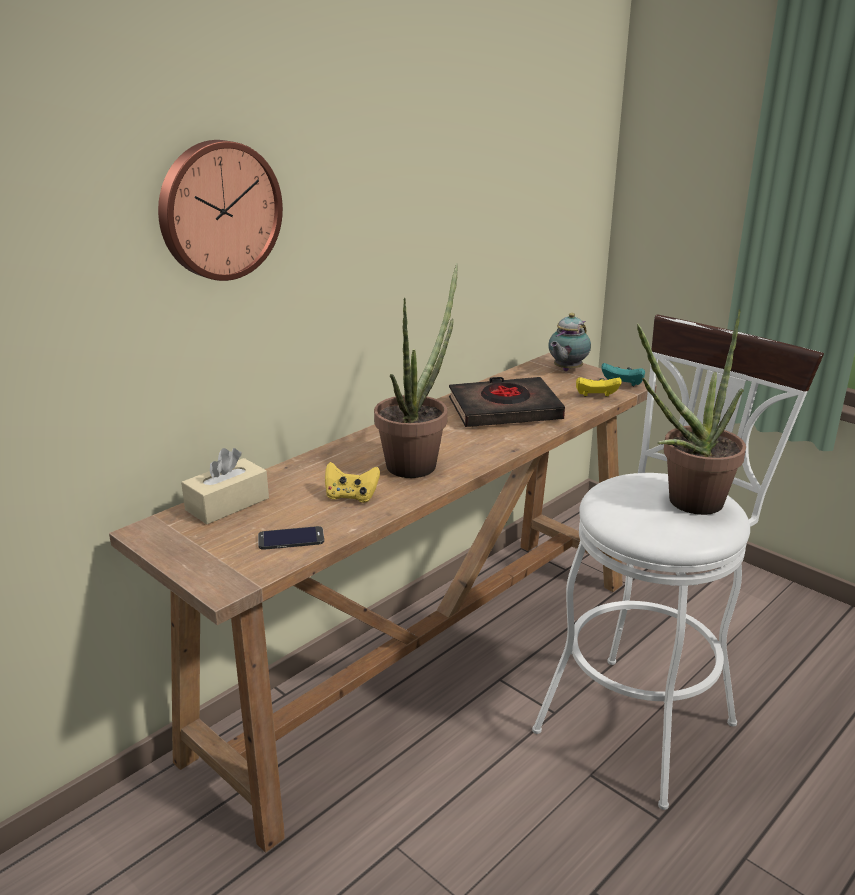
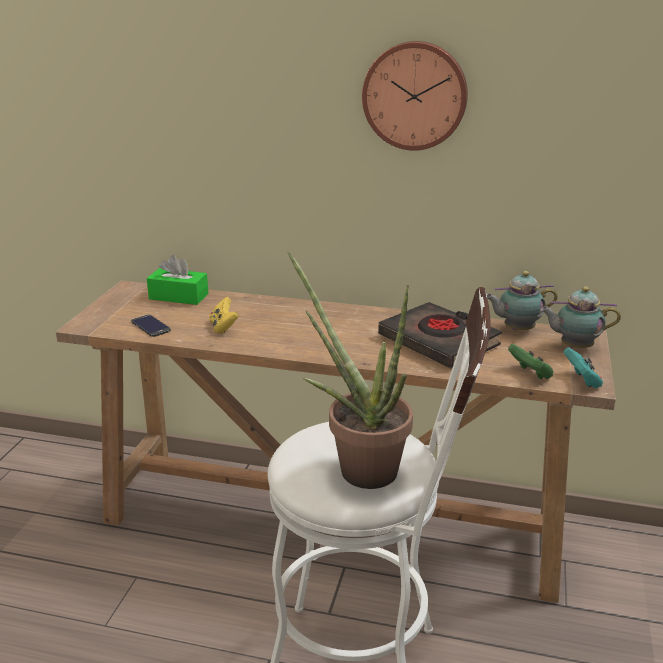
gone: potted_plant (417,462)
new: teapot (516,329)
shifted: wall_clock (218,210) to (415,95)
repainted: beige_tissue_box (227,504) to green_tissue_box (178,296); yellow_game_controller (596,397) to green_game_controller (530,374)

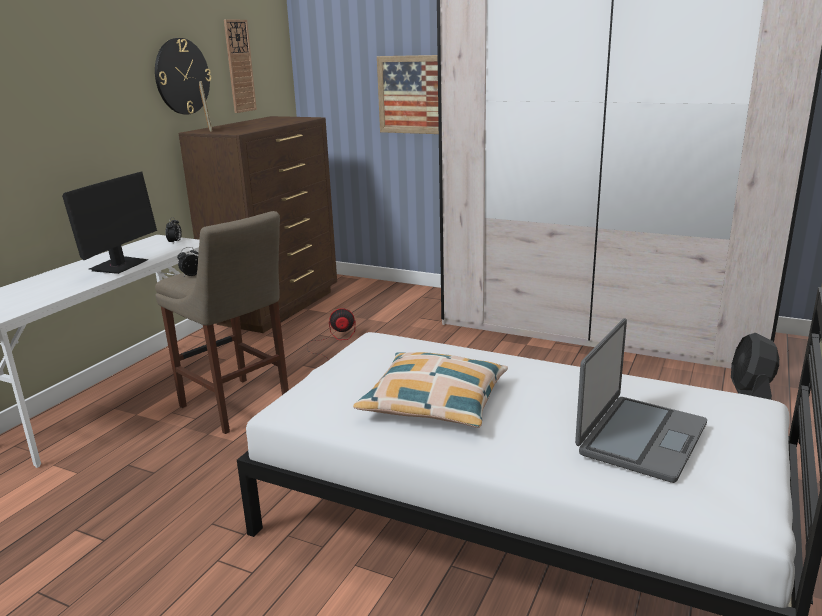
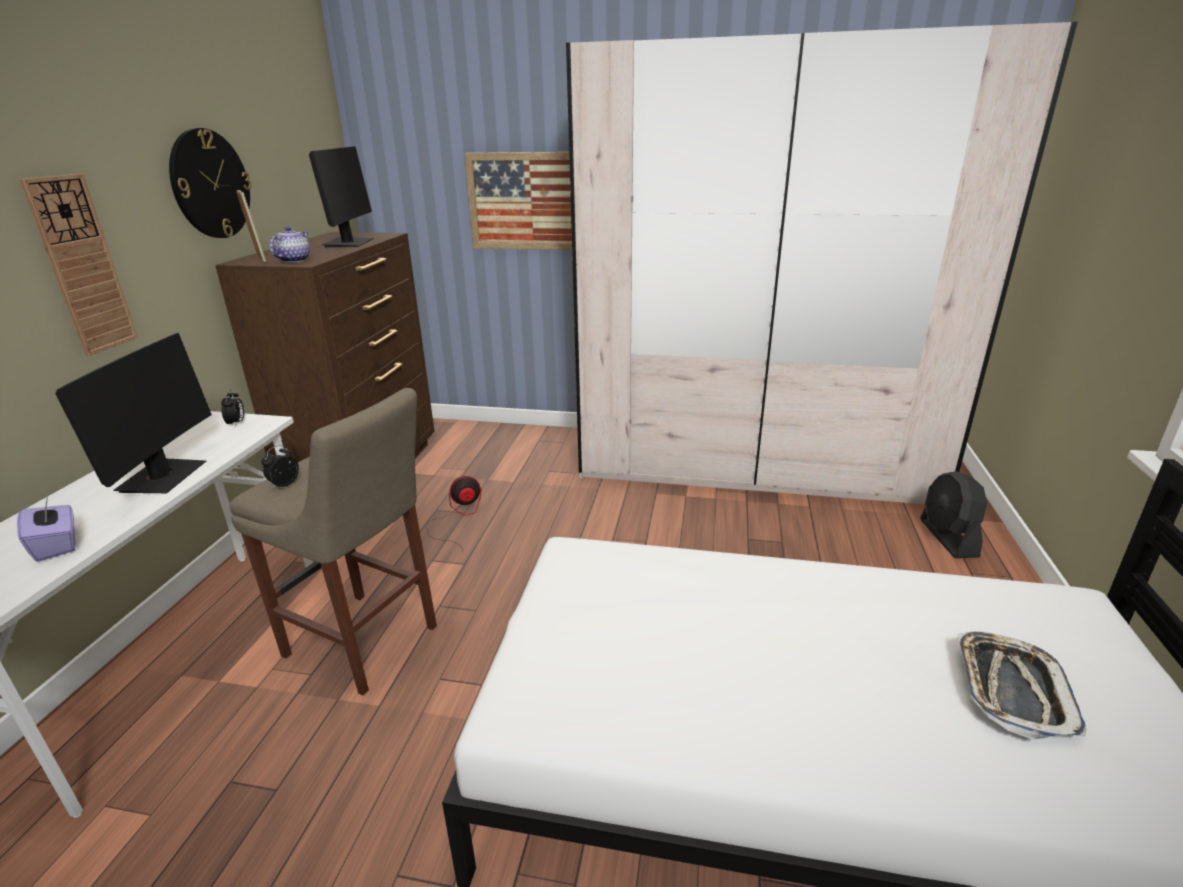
gone: pillow (434,402)
new: purple_tissue_box (57,545); teapot (294,260); monitor (349,243)
shifted: wall_clock (239,66) to (82,266)
swapped: laptop (640,438) to tray (1011,689)

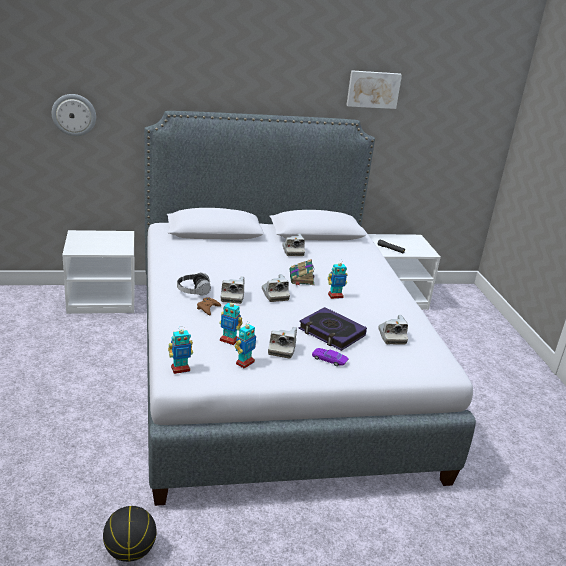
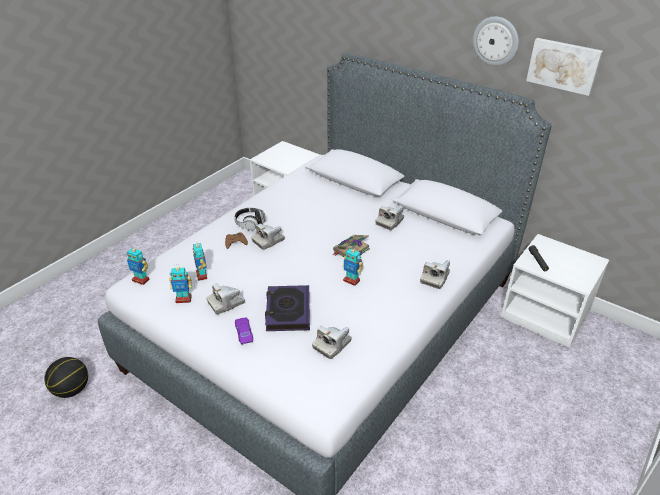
shifted: photo_camera (275,295) to (434,278); wall_clock (74,115) to (495,41)

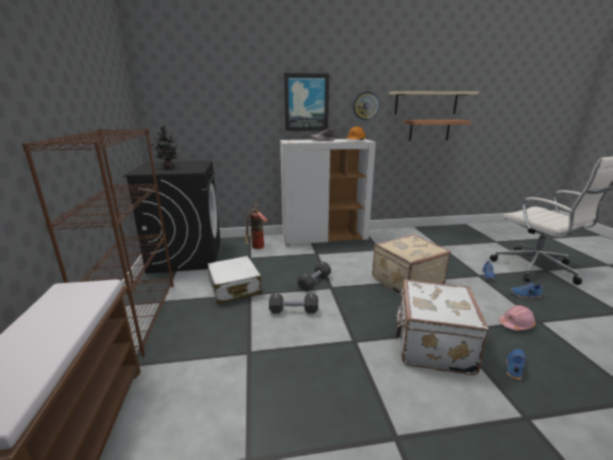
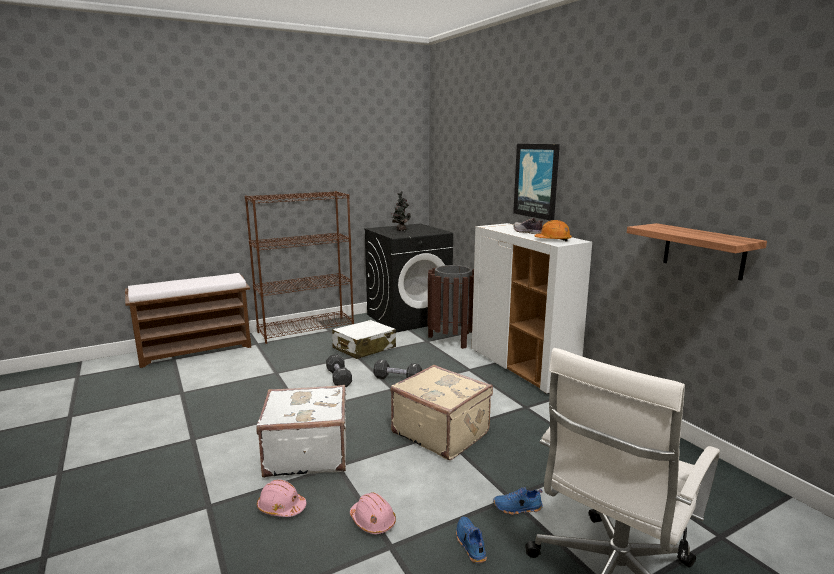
gone: wall_clock (365,106); beige_shelf (426,103)
swapped: blue_shoe (514,367) to pink_hard_hat (281,507); fire_extinguisher (257,248) to brown_trash_can (452,339)

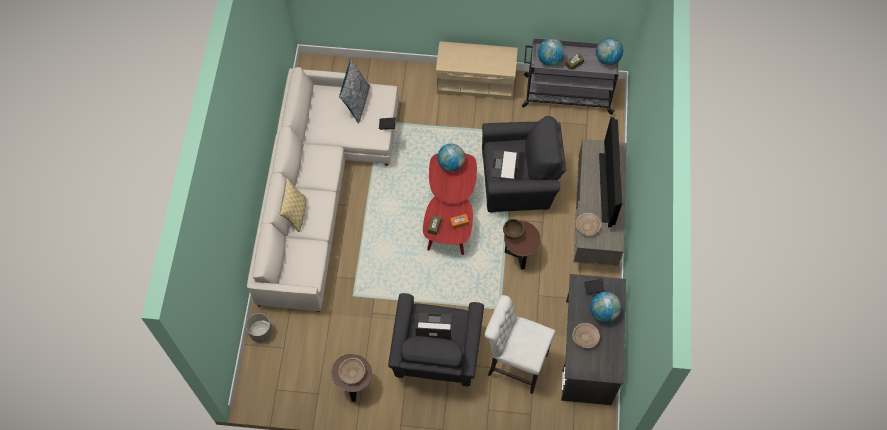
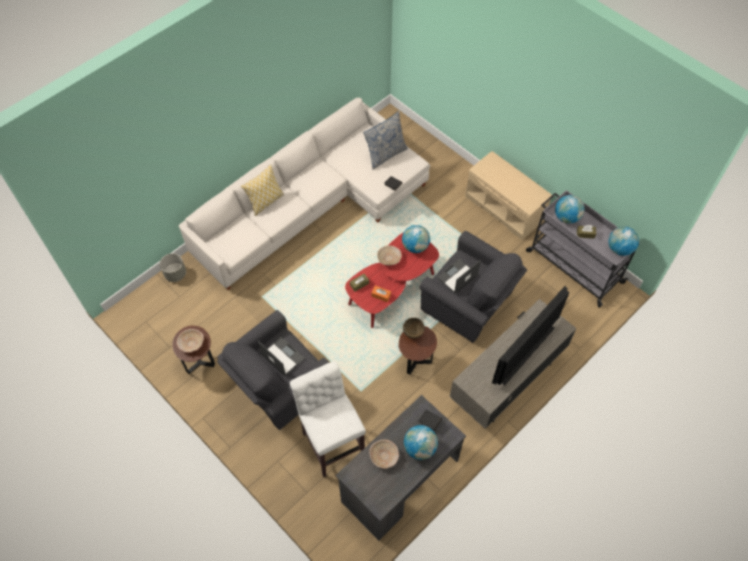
shifted: beige_bowl (587,226) to (389,259)

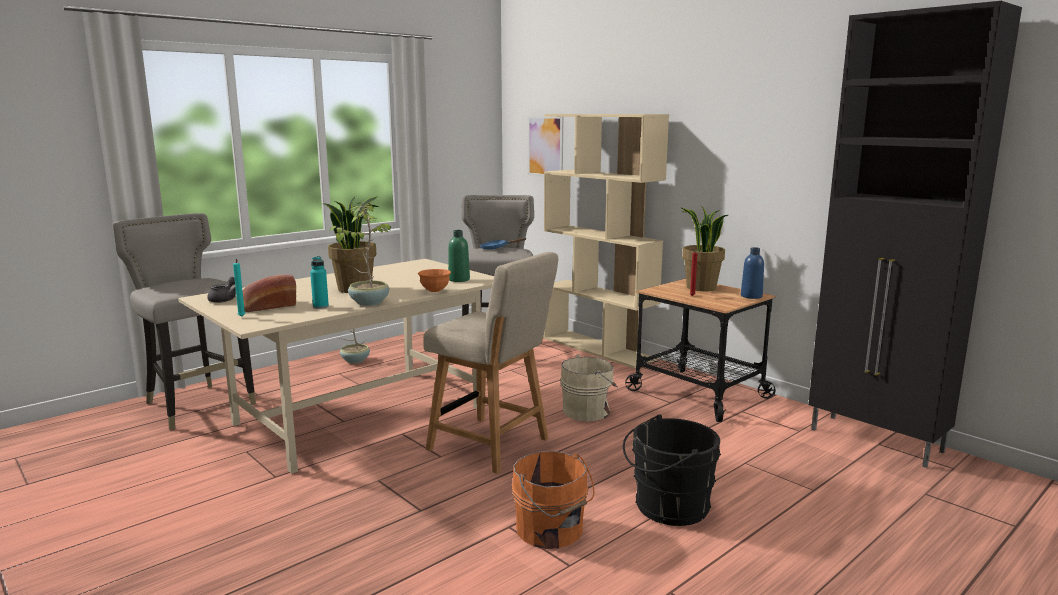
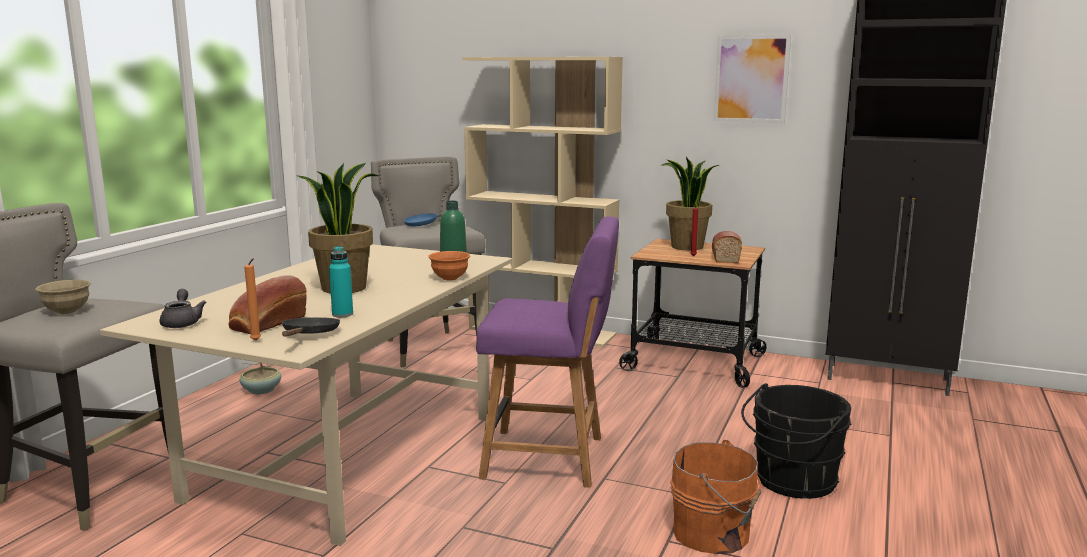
gone: potted_plant (368,302); beige_bucket (588,411); blue_bottle (751,296)
new: beige_bowl (67,311); black_frying_pan (309,335); bread (725,257)
shifted: picture (545,146) to (751,79)
repainted: turquoise_candle (241,317) to orange_candle (256,341); beige_chair (493,445) to purple_chair (550,458)

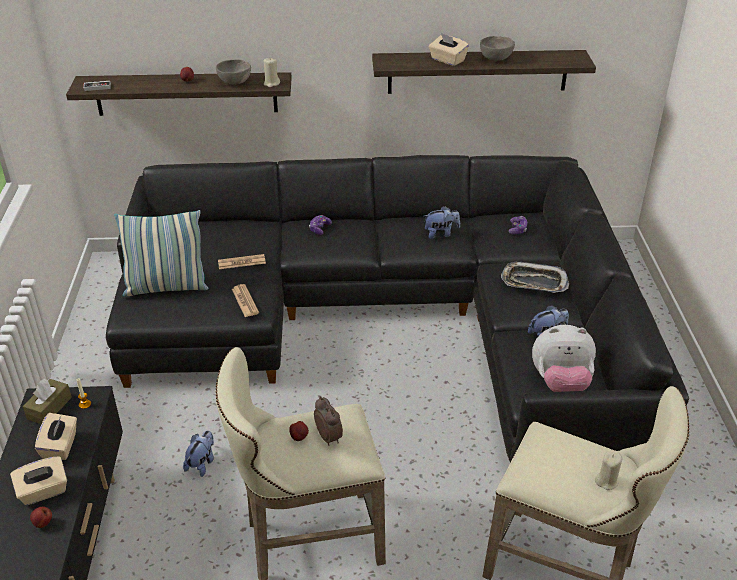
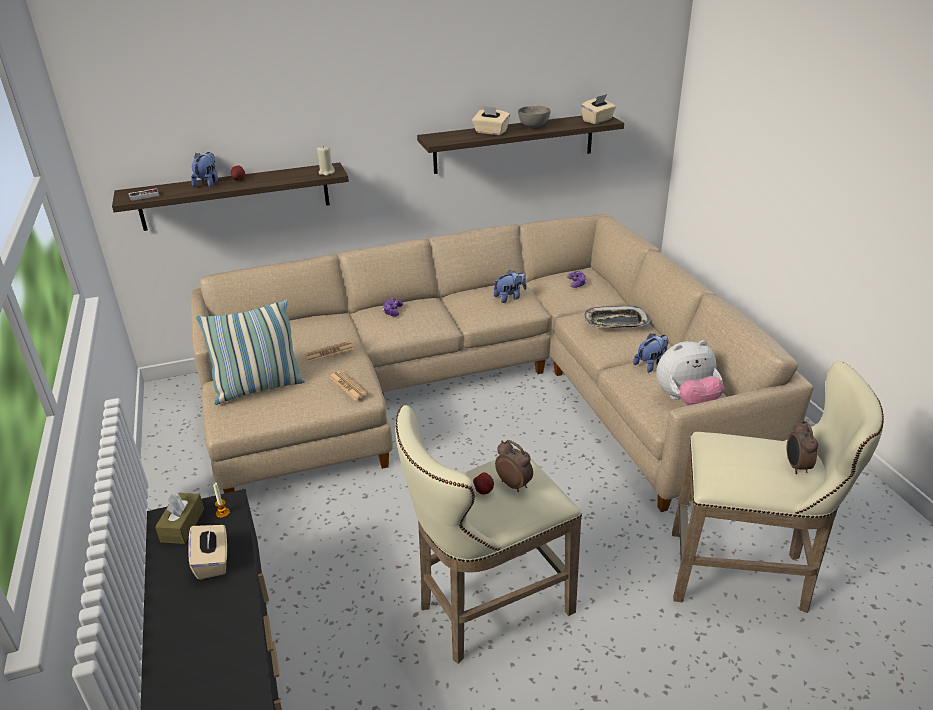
gone: apple (43,523); grey_bowl (235,83)
shifted: plush_toy (202,463) to (208,183); beige_tissue_box (43,491) to (597,120)
swapped: beige_candle (606,481) to alarm_clock (796,466)
repainted: black_sofa (393,321) to beige_sofa (478,390)

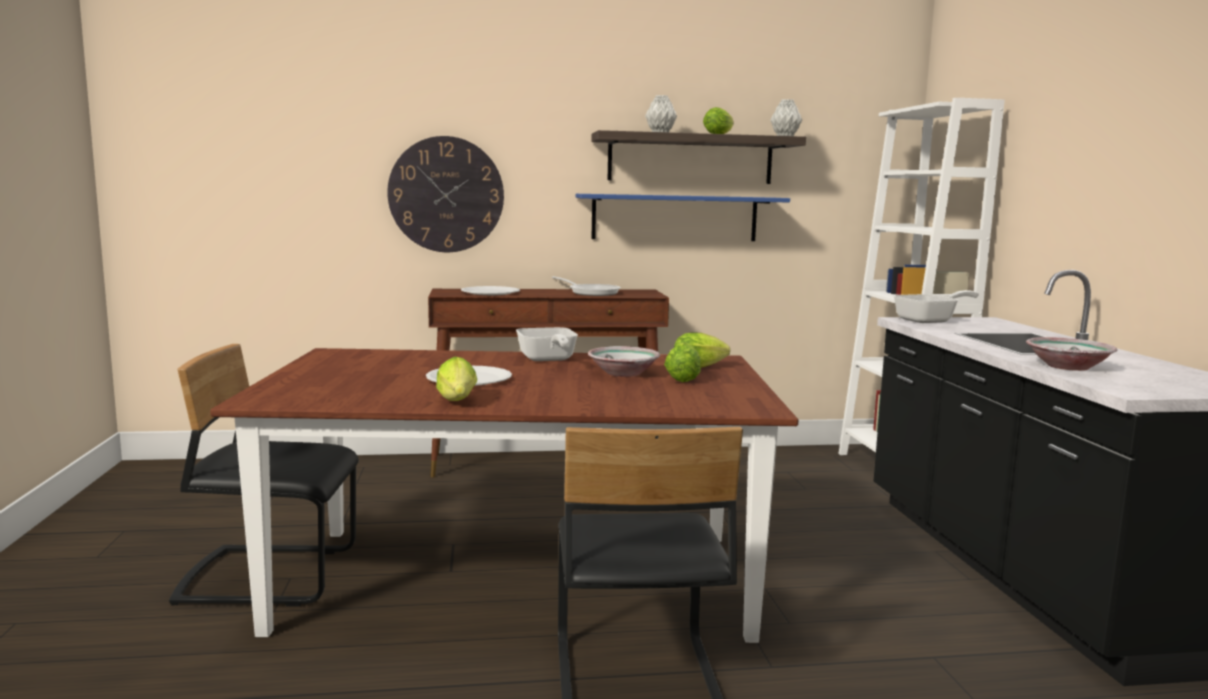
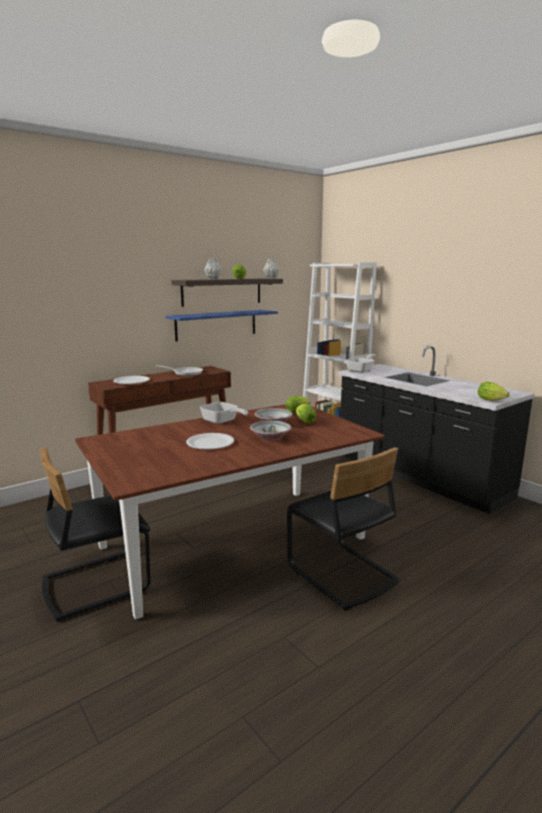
gone: wall_clock (446,194)
shifted: bowl (1067,367) to (270,438); lettuce (457,402) to (492,401)

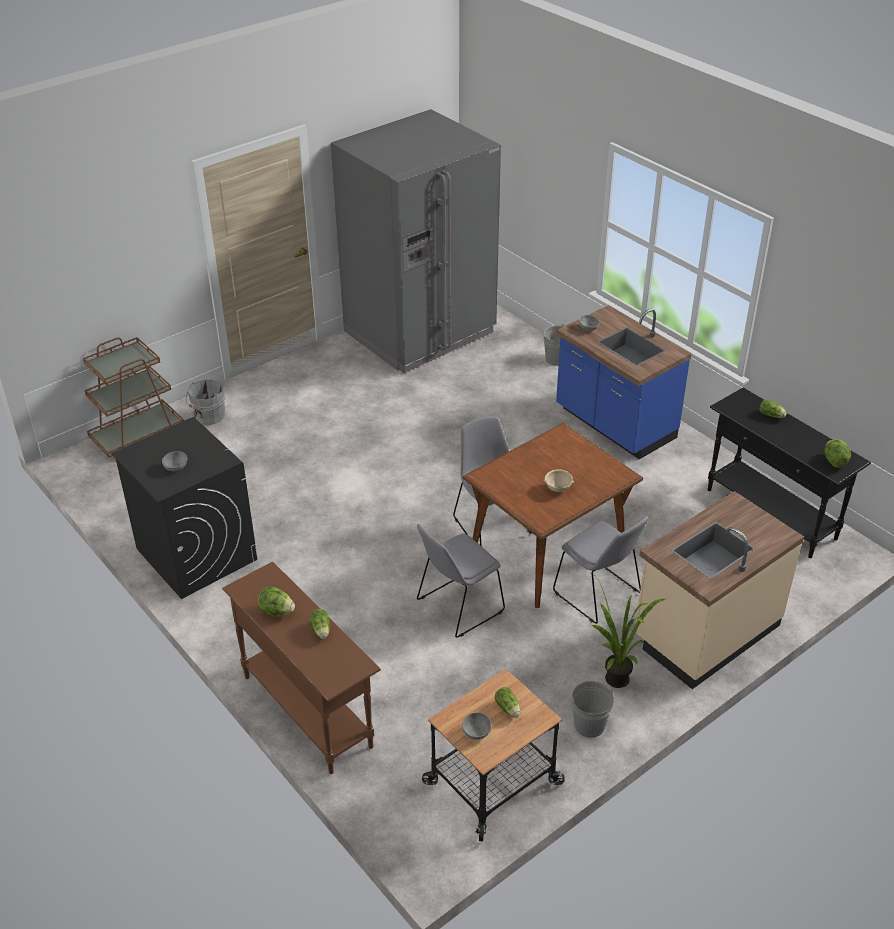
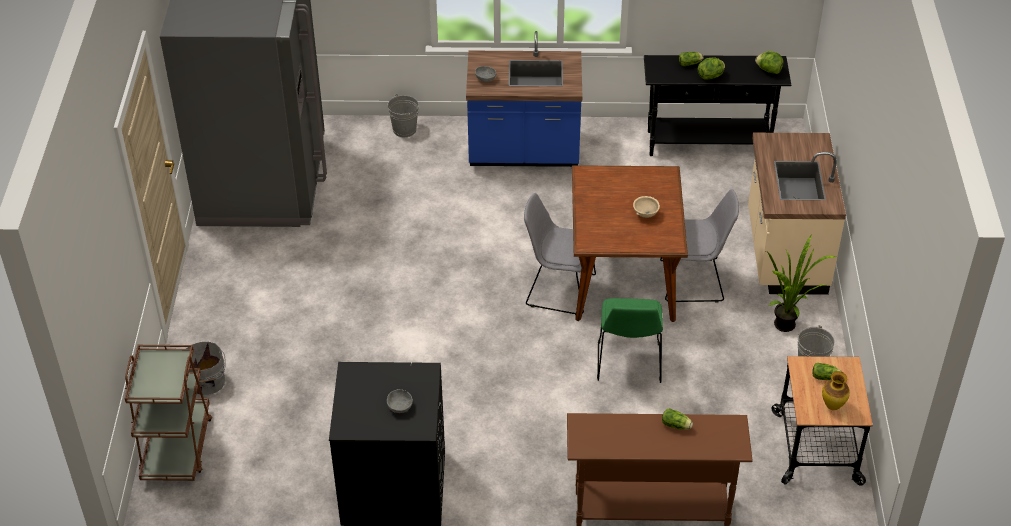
shifted: lettuce (276,612) to (711,76)
swapped: grey_bowl (477,732) to vase (833,406)
repainted: grey_chair (458,607) to green_chair (629,363)

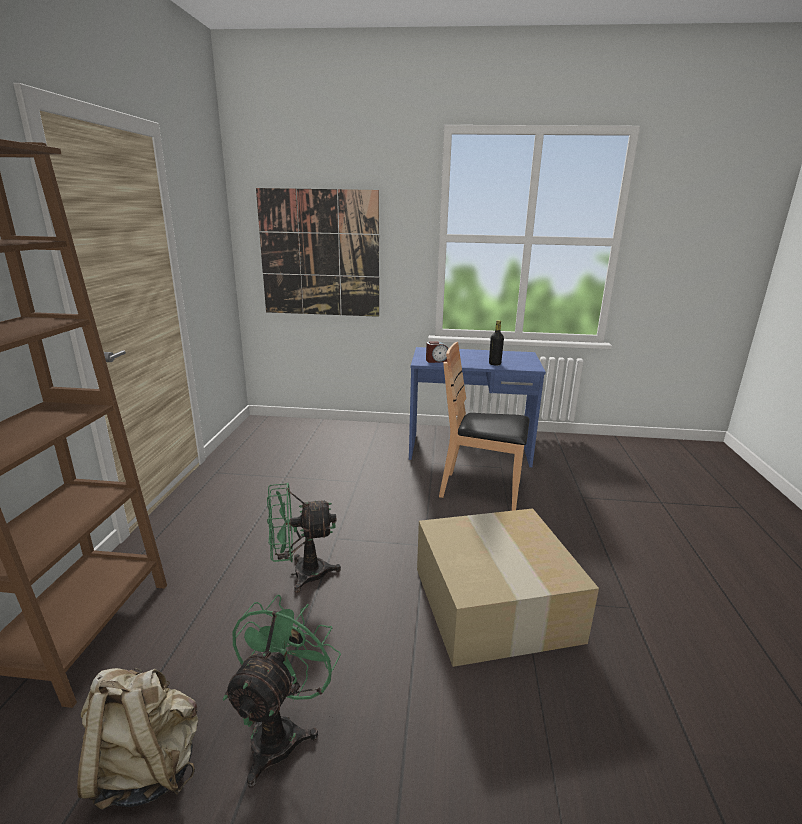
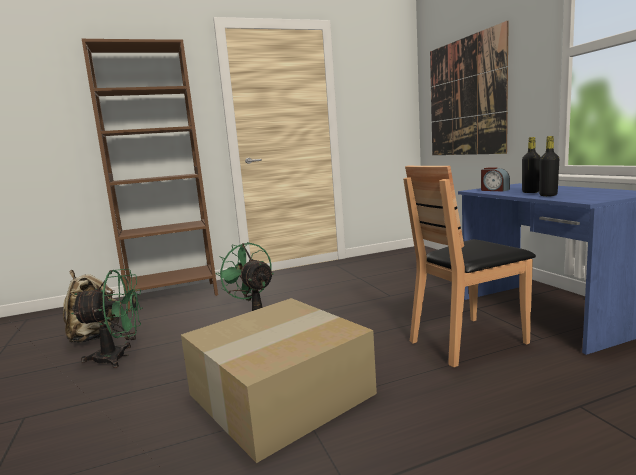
new: black_bottle (530,192)
rotated: brown_chair (481,490) = (467,341) 105 degrees counterclockwise

